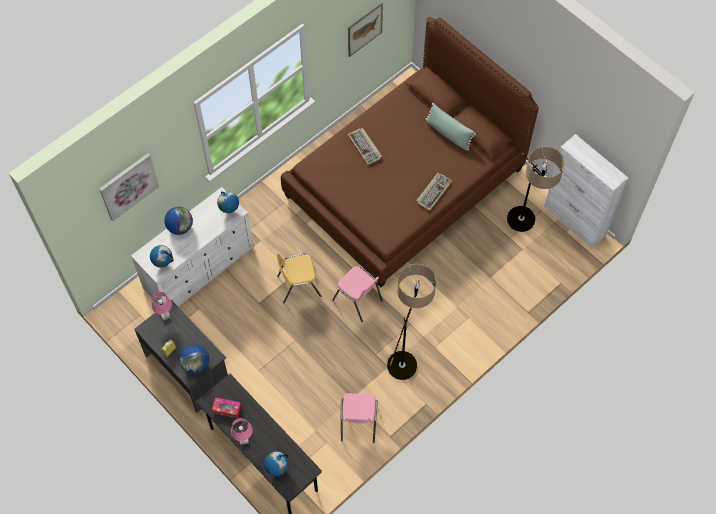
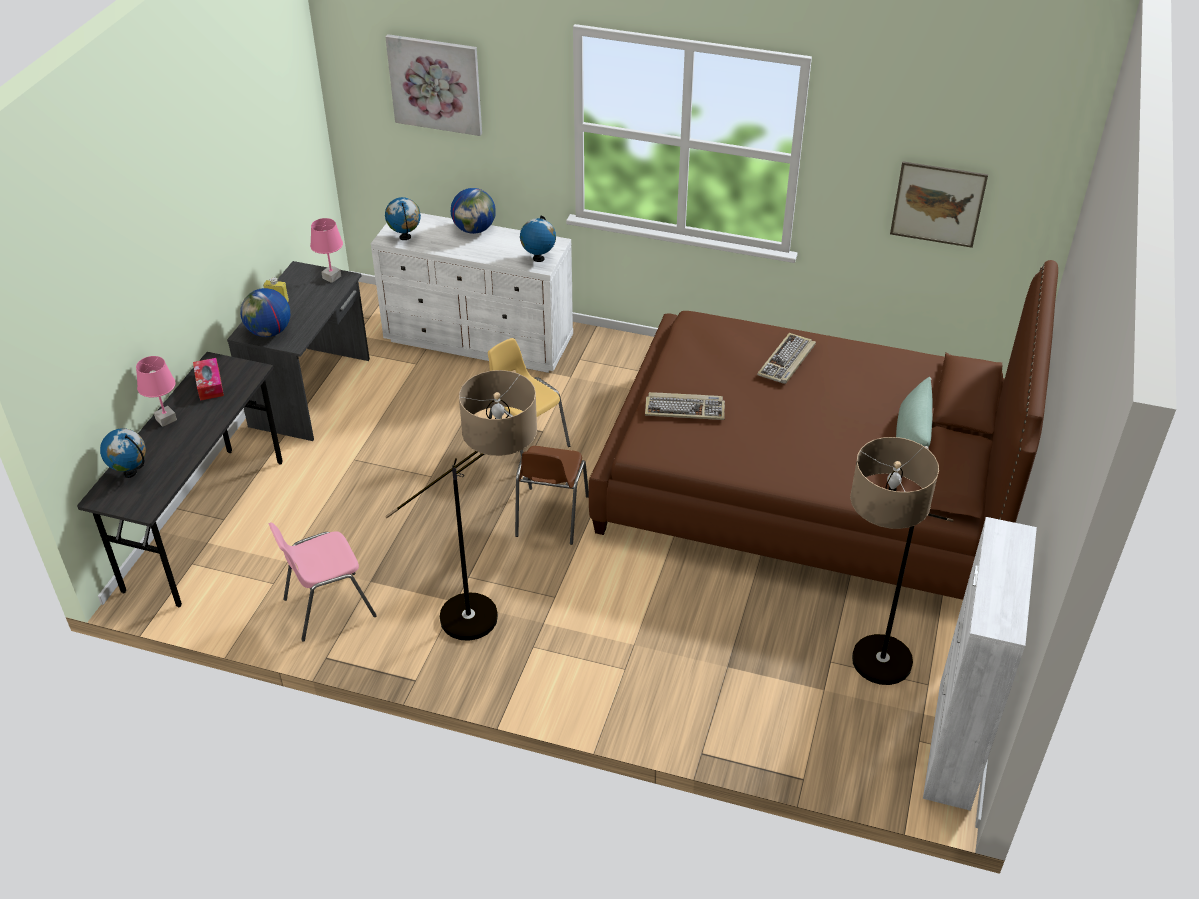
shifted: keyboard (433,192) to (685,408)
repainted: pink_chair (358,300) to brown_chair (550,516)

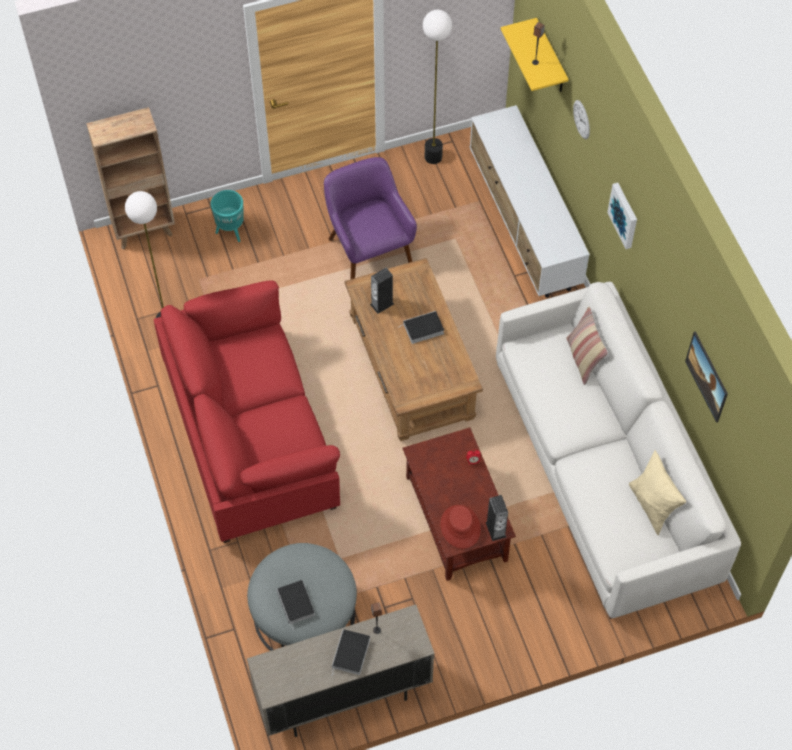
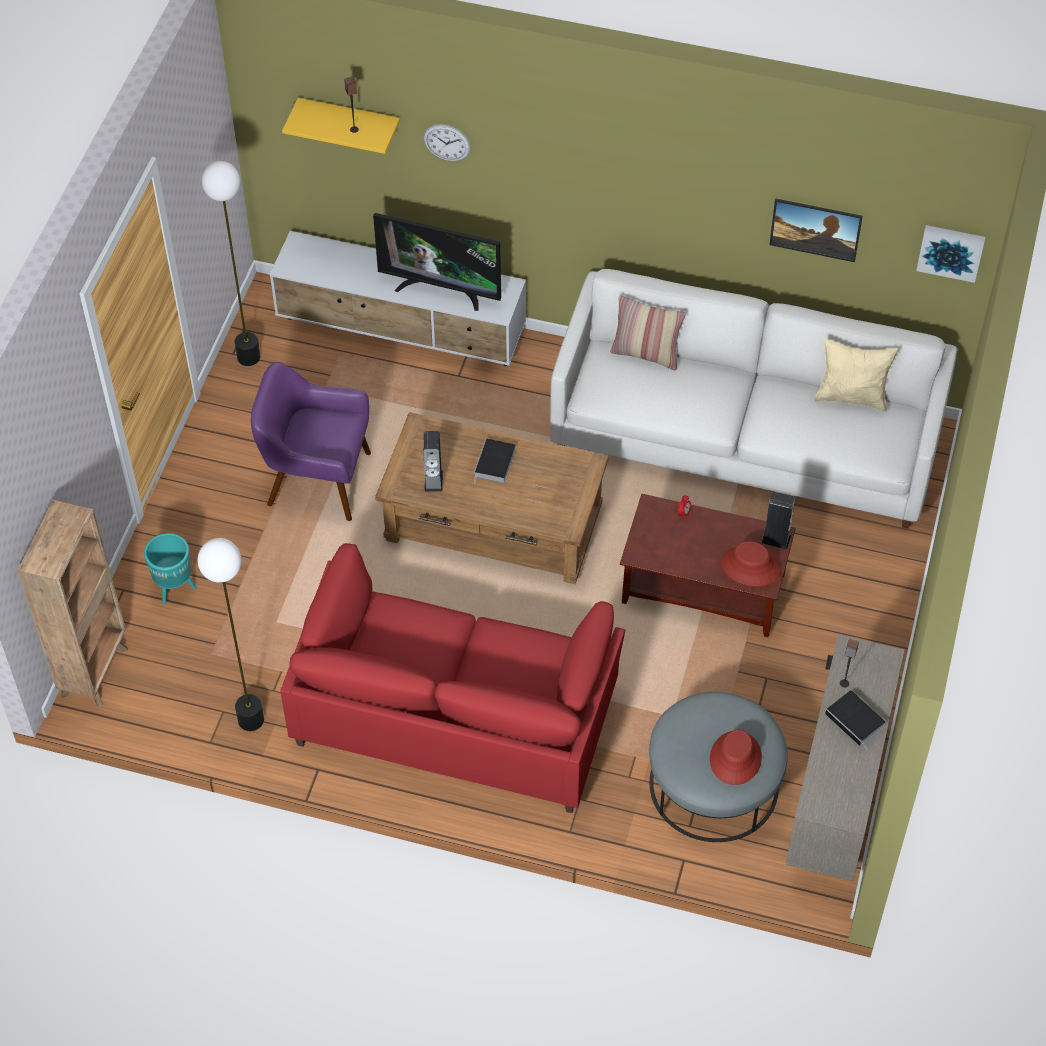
new: television (441,289)
shifted: picture (624,215) to (951,251)
swapped: book (296,604) to red_hat (735,758)

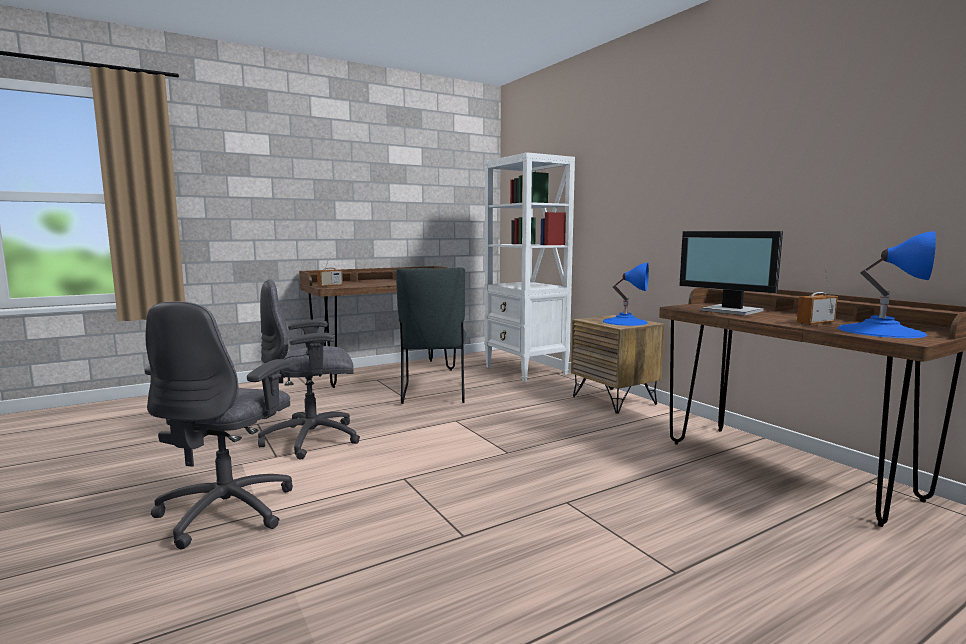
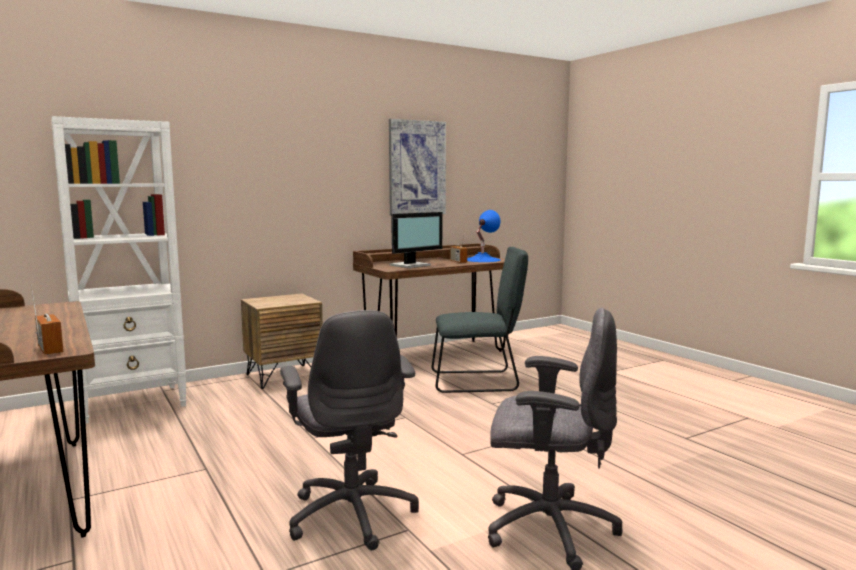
gone: blue_table_lamp (625,322)
new: picture (416,168)
shifted: grey_chair (433,394) to (478,381)

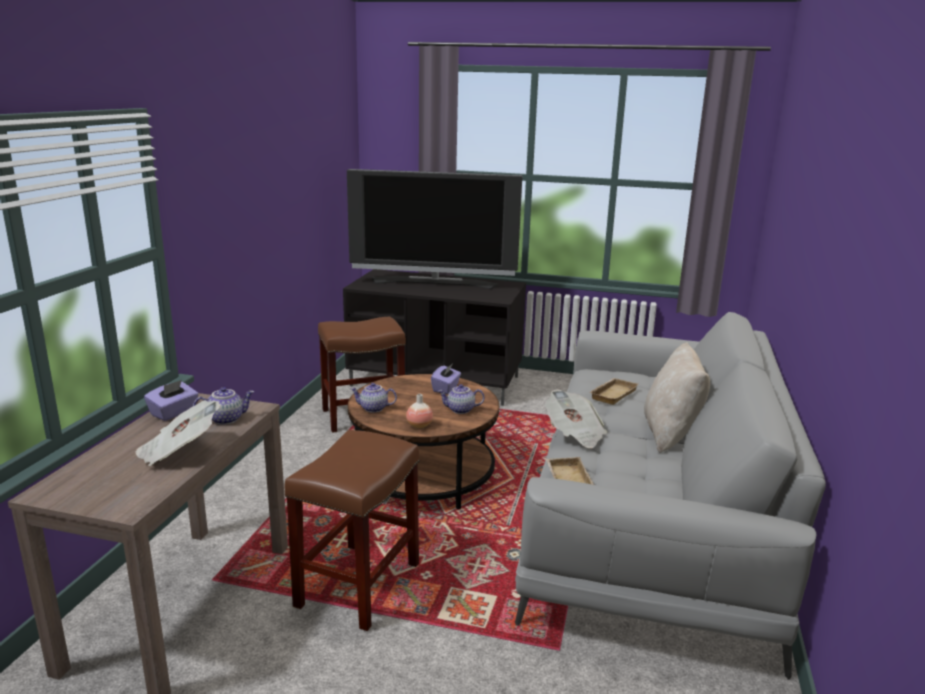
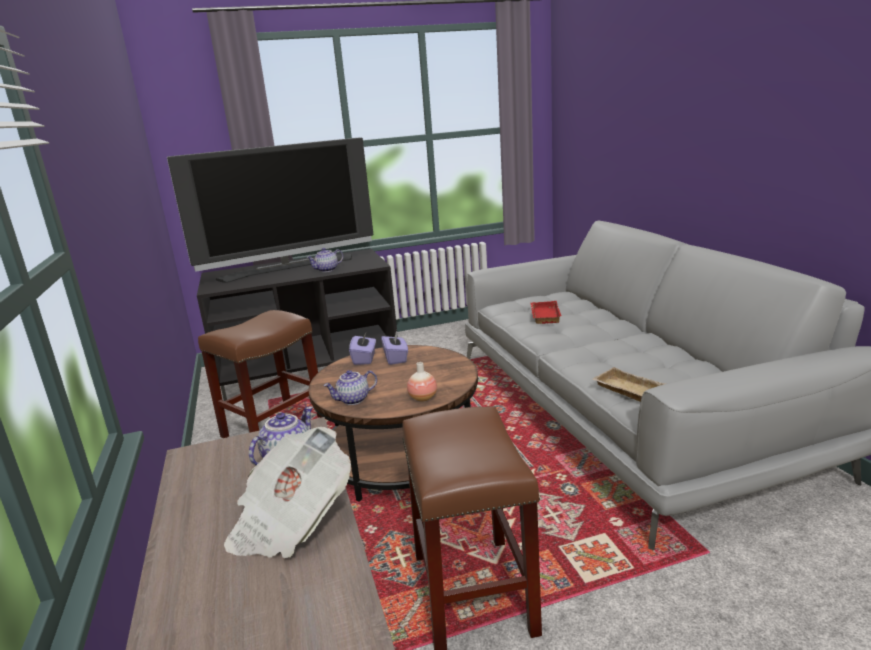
gone: newspaper (575,434); beige_pillow (670,434)
shifted: teapot (460,410) to (327,270); purple_tissue_box (174,413) to (364,359)
repainted: beige_tray (612,394) to red_tray (543,315)

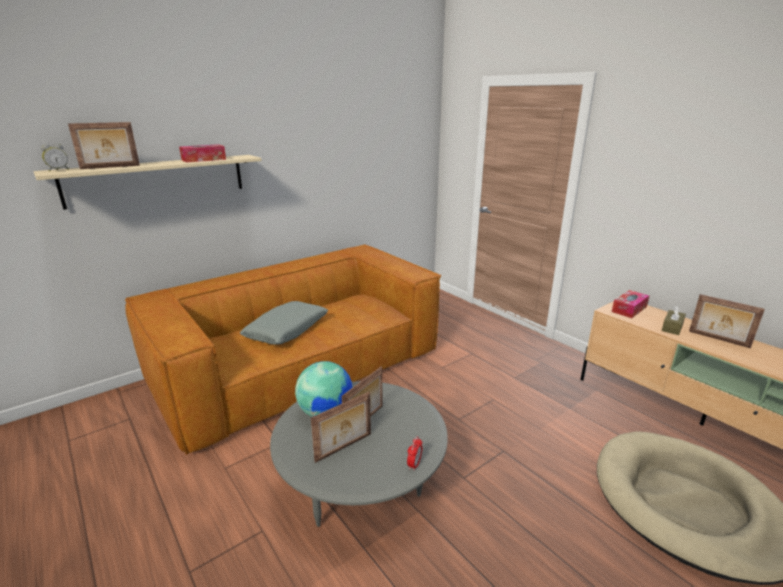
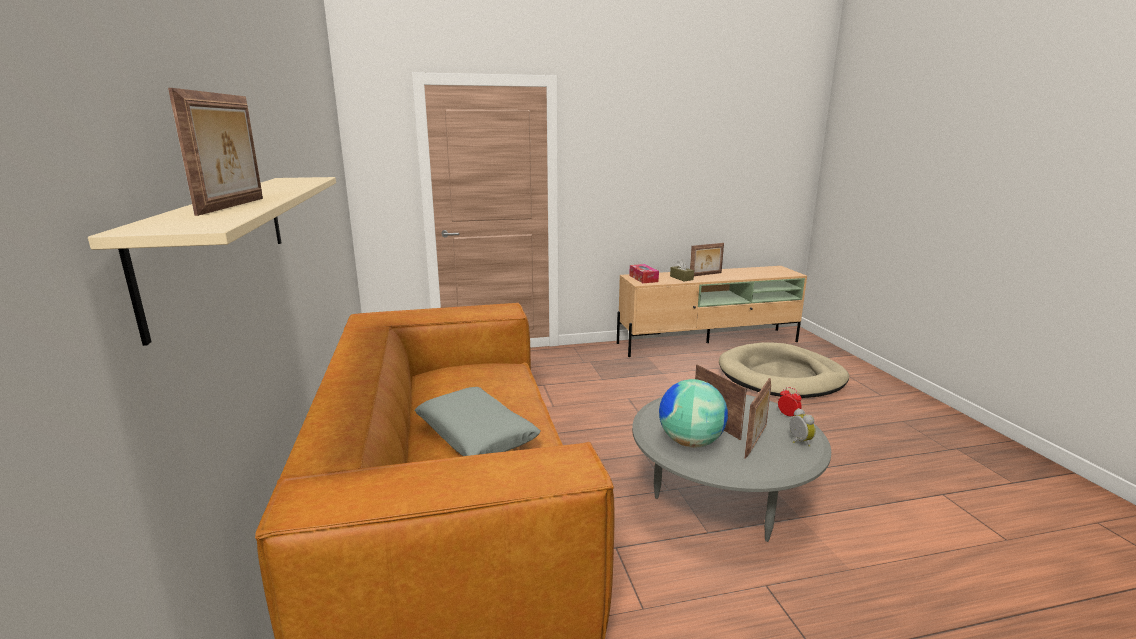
gone: tissue_box (204,159)
shifted: alarm_clock (58,170) to (798,442)
rotated: picture_frame (344,448) = (756,442) 45 degrees clockwise

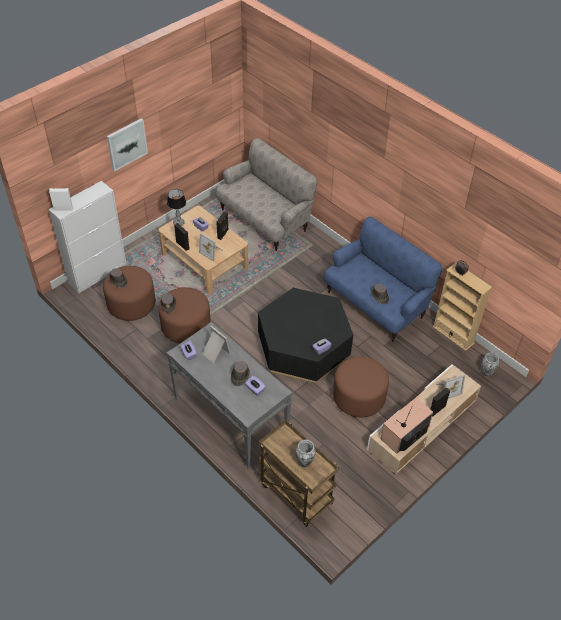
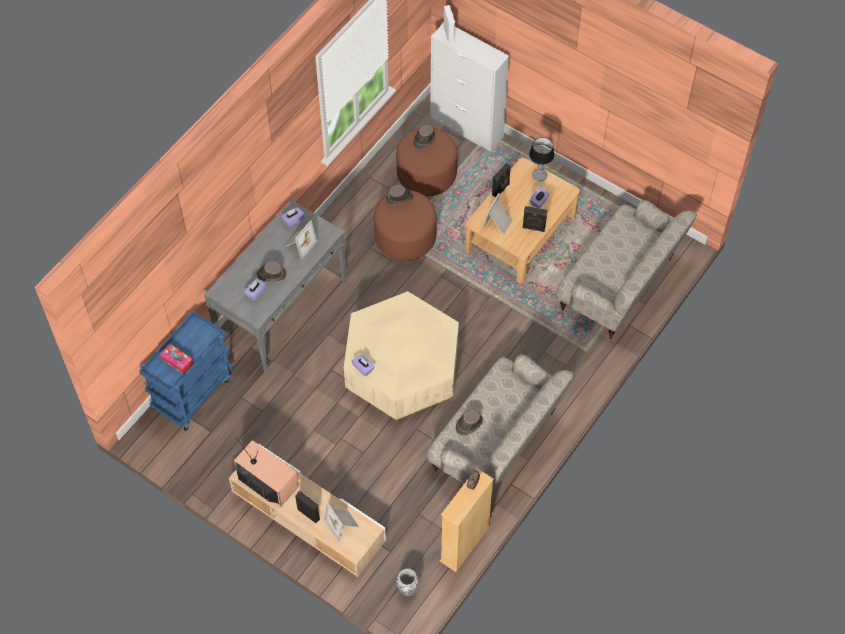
gone: picture (126,144); brown_ottoman (359,397)
swapped: vase (304,462) to tissue_box (177,361)
repainted: brown_cart (294,493) to blue_cart (193,392); black_coffee_table (303,347) to beige_coffee_table (402,369); blue_sofa (376,304) to beige_sofa (496,443)

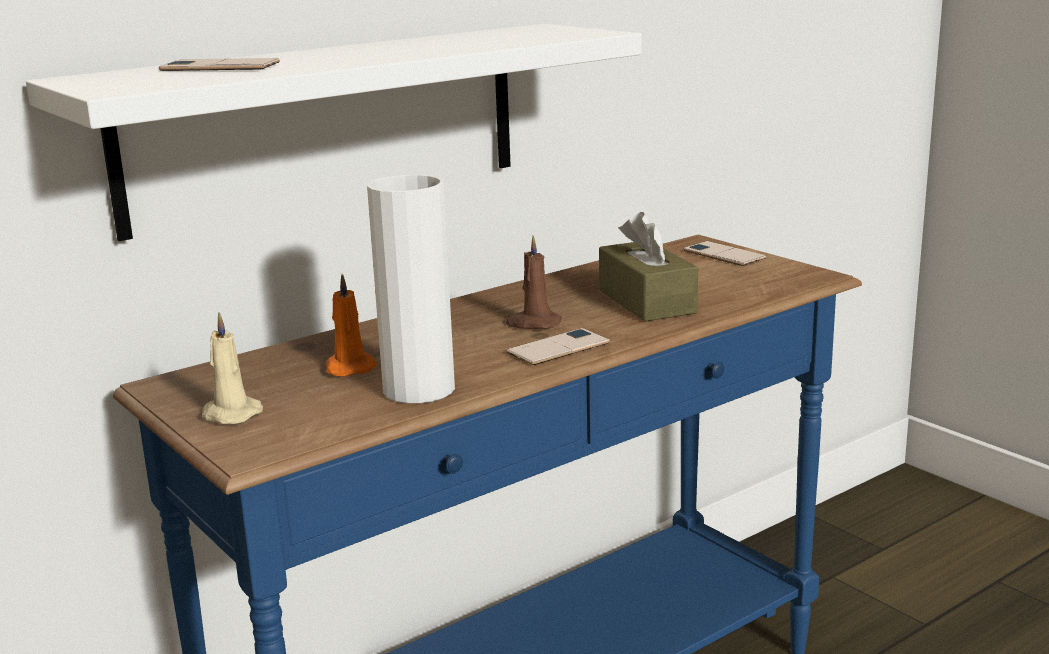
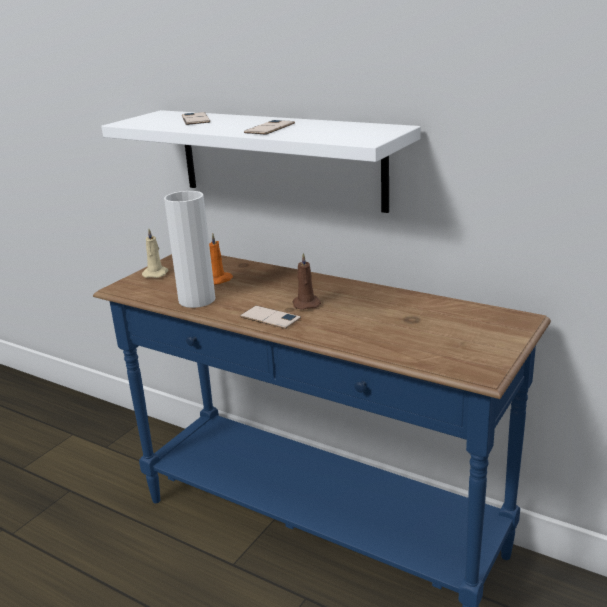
gone: brown_tissue_box (646,301)
shifted: phone (723,254) to (270,128)

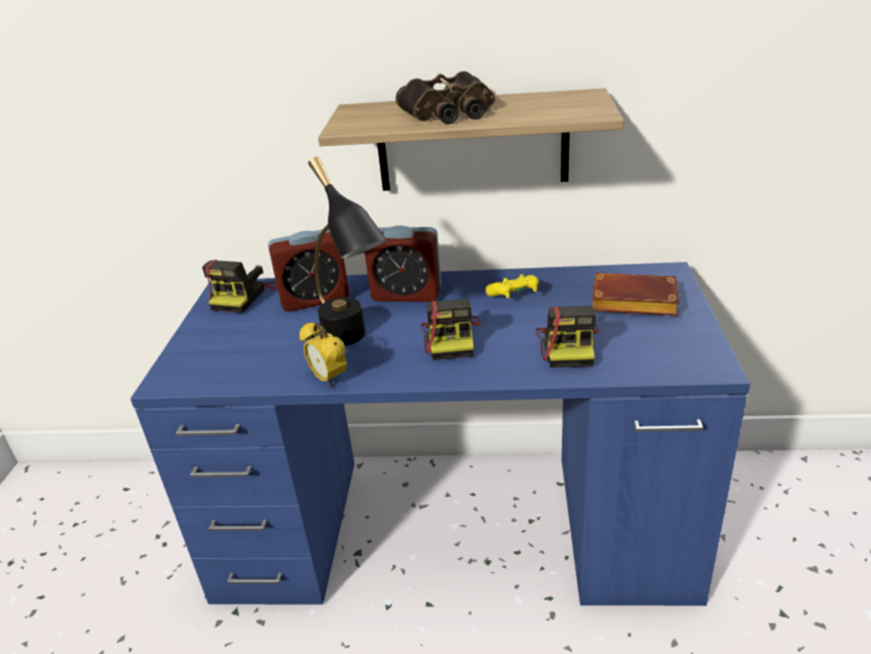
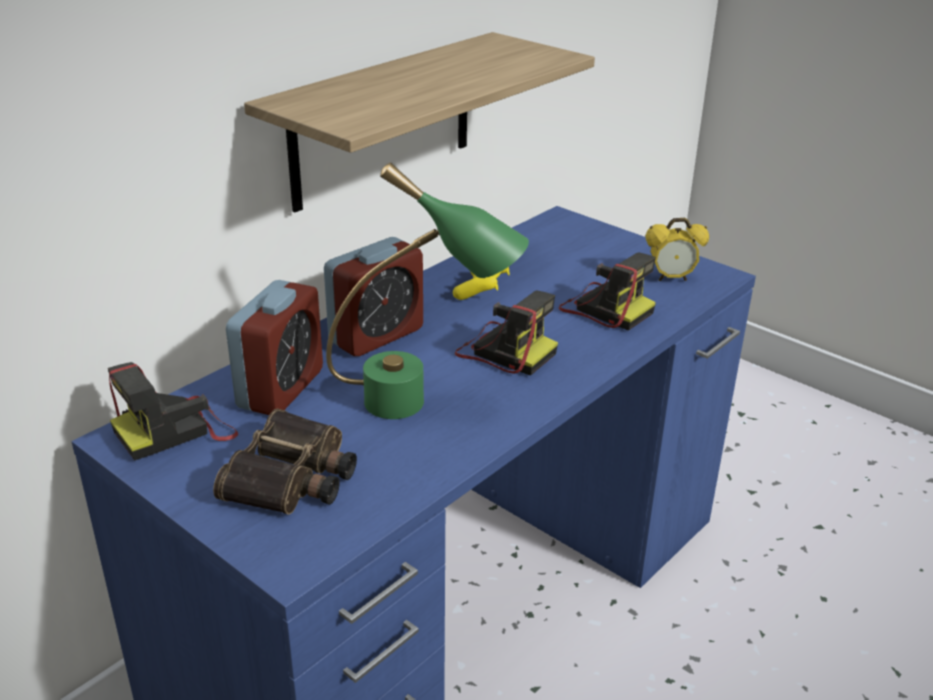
gone: brown_book (631,303)
shifted: binoculars (449,112) to (293,477); alarm_clock (329,379) to (671,278)
repainted: black_table_lamp (354,343) to green_table_lamp (424,403)
rotated: photo_camera (244,296) = (176,431) 90 degrees clockwise

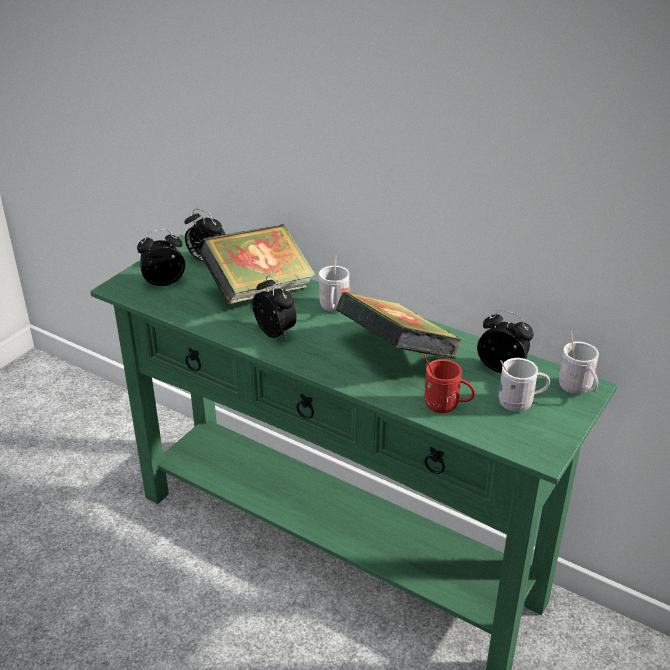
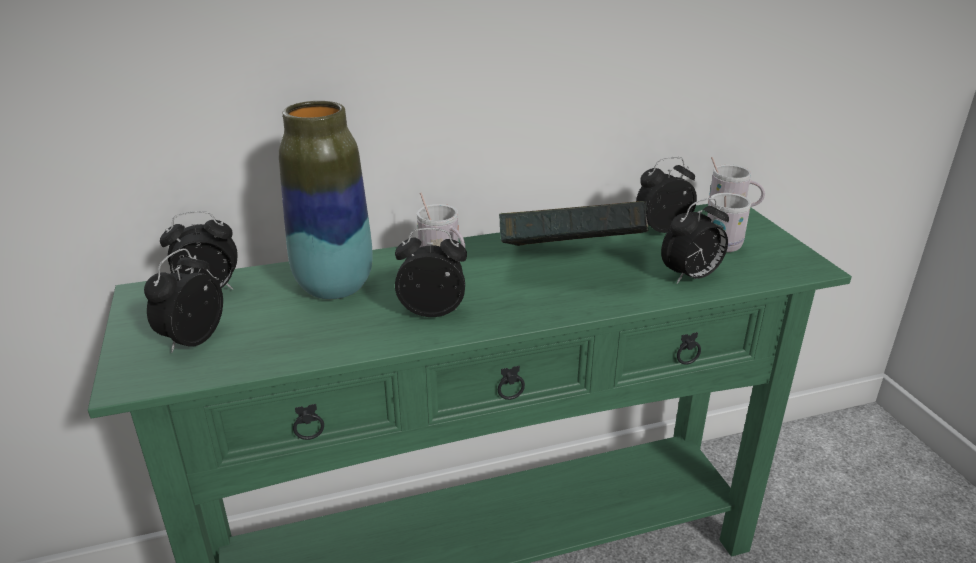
swapped: book (259,291) to vase (334,287); red_mug (446,406) to alarm_clock (690,277)

